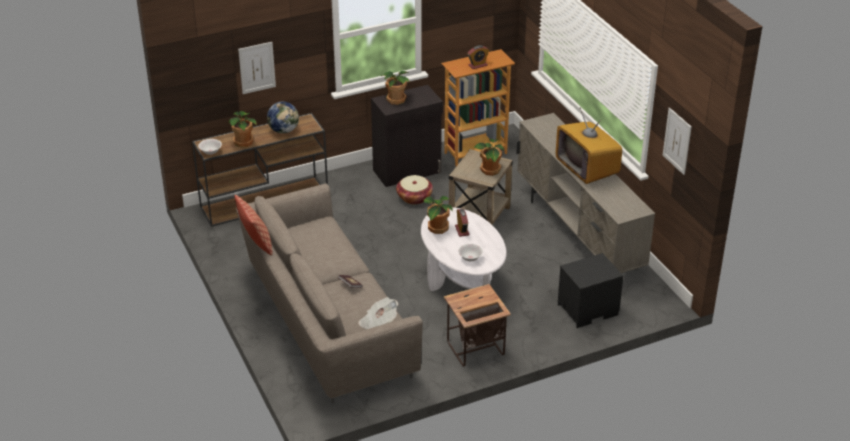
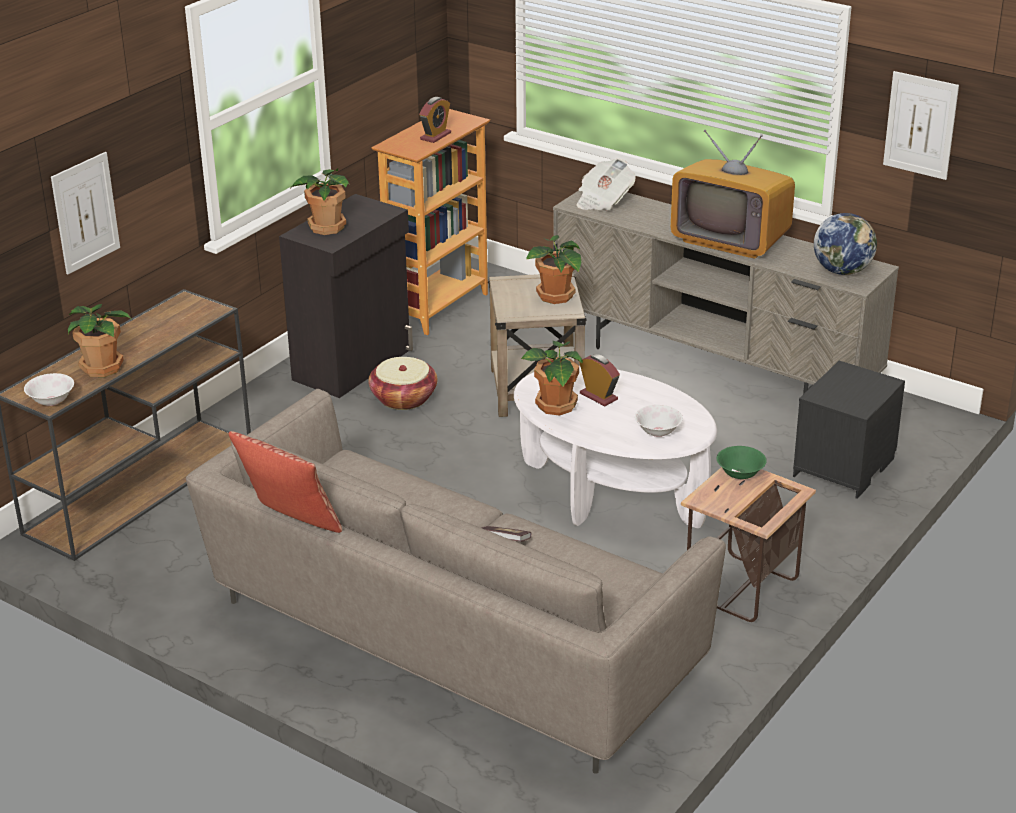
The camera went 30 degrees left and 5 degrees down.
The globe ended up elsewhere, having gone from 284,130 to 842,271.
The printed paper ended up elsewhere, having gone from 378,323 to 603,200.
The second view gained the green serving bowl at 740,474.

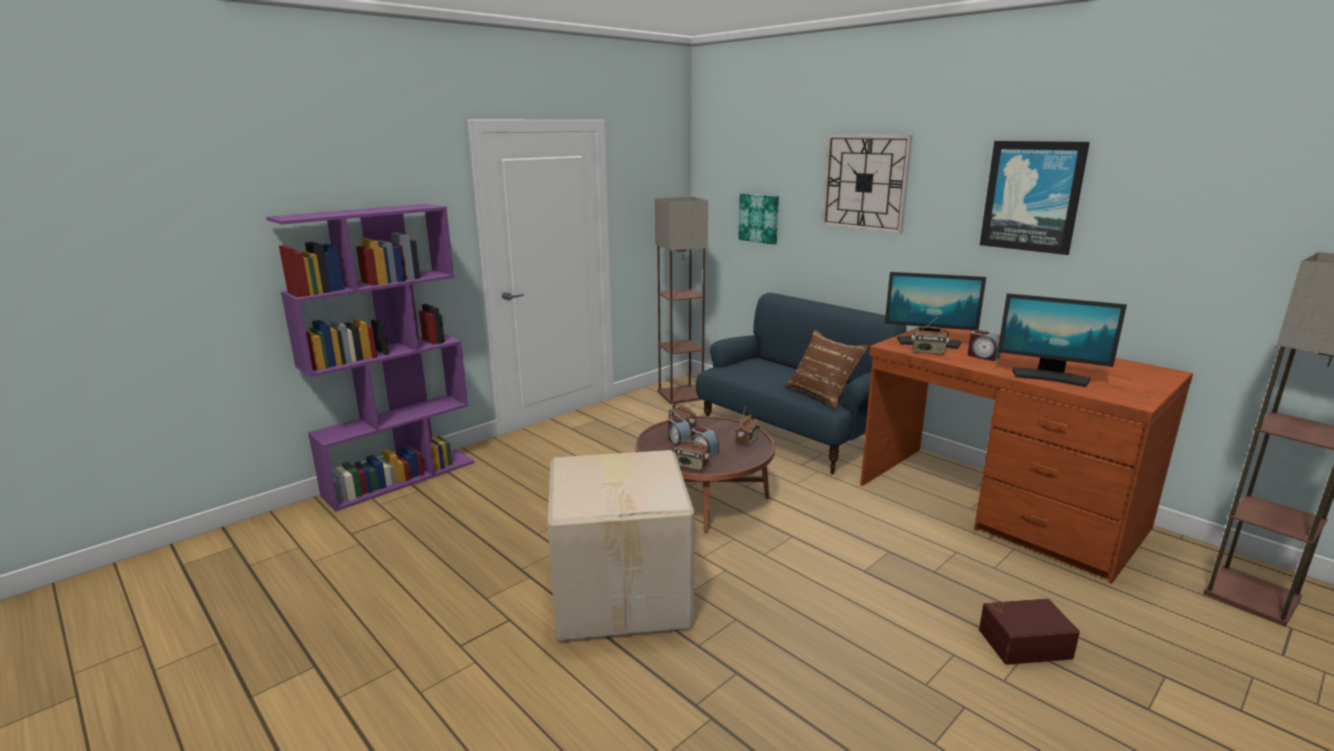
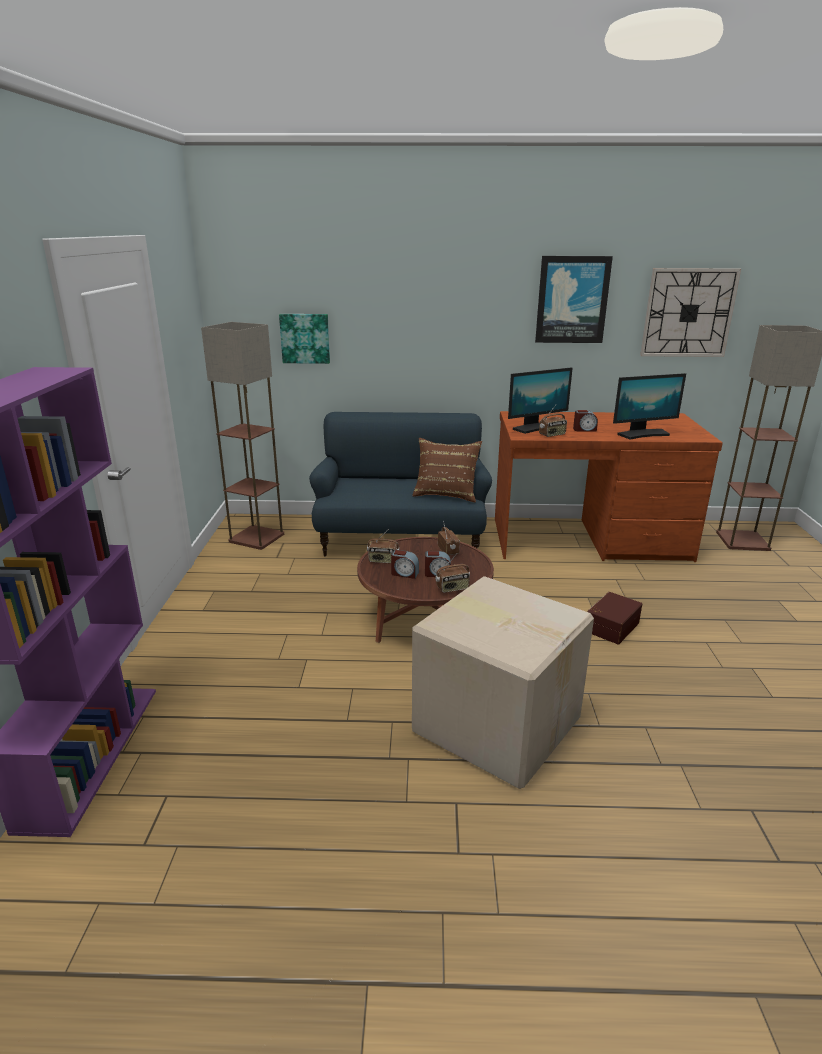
The camera went 45 degrees left and 5 degrees up.
The hanging clock ended up elsewhere, having gone from 865,182 to 688,313.
The brown storage container ended up elsewhere, having gone from 1023,642 to 610,626.

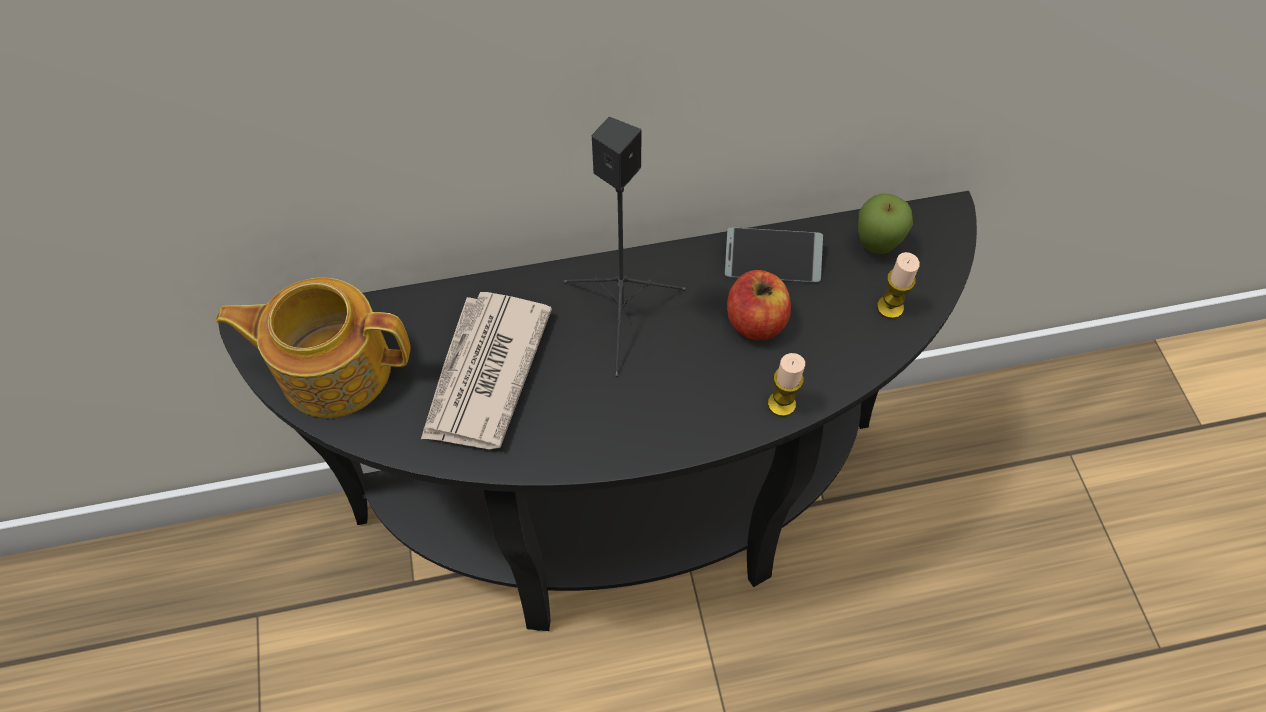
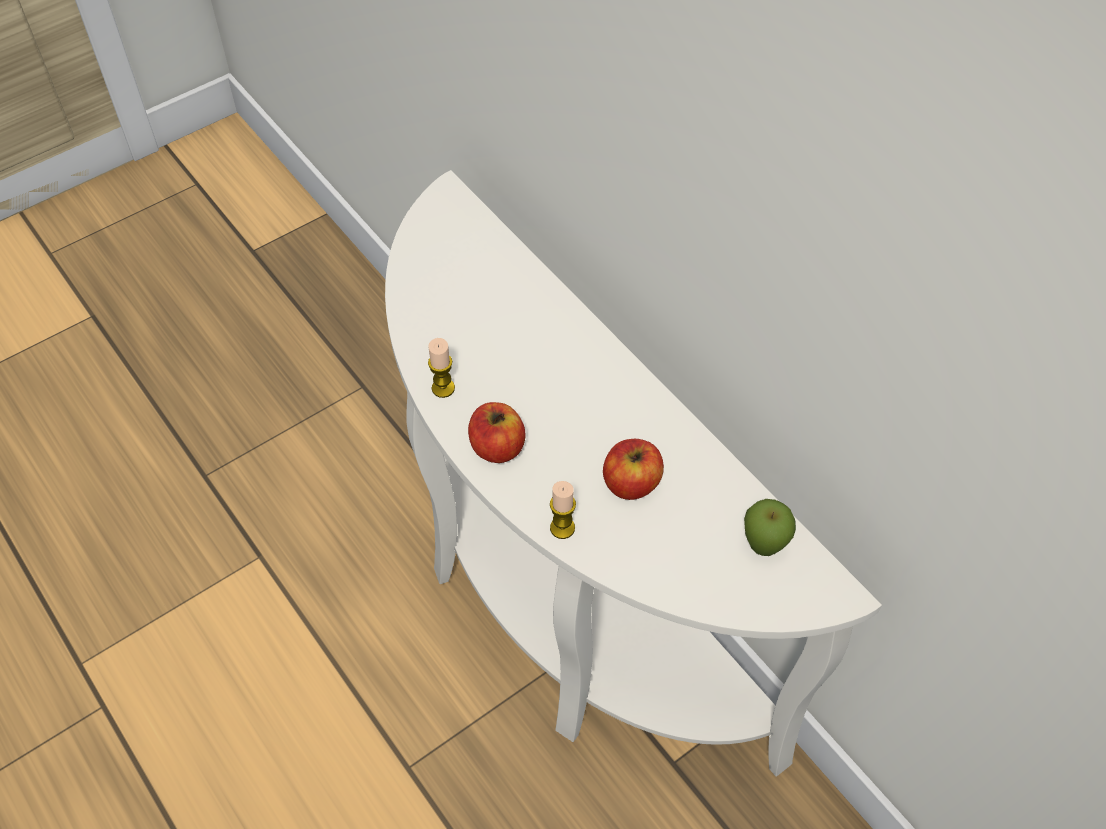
The camera went 65 degrees right and 5 degrees down.
The second view lost the black-coloured audio speaker at 623,313.
What was the black-coloured console table at 630,524 turned into the whitish console table at 563,606.
The second view lost the phone at 772,261.
The wax light ended up elsewhere, having gone from 890,307 to 443,388.
The second view lost the tea pot at 333,367.
The second view lost the printed paper at 484,374.
The second view gained the apple fruit at 497,447.

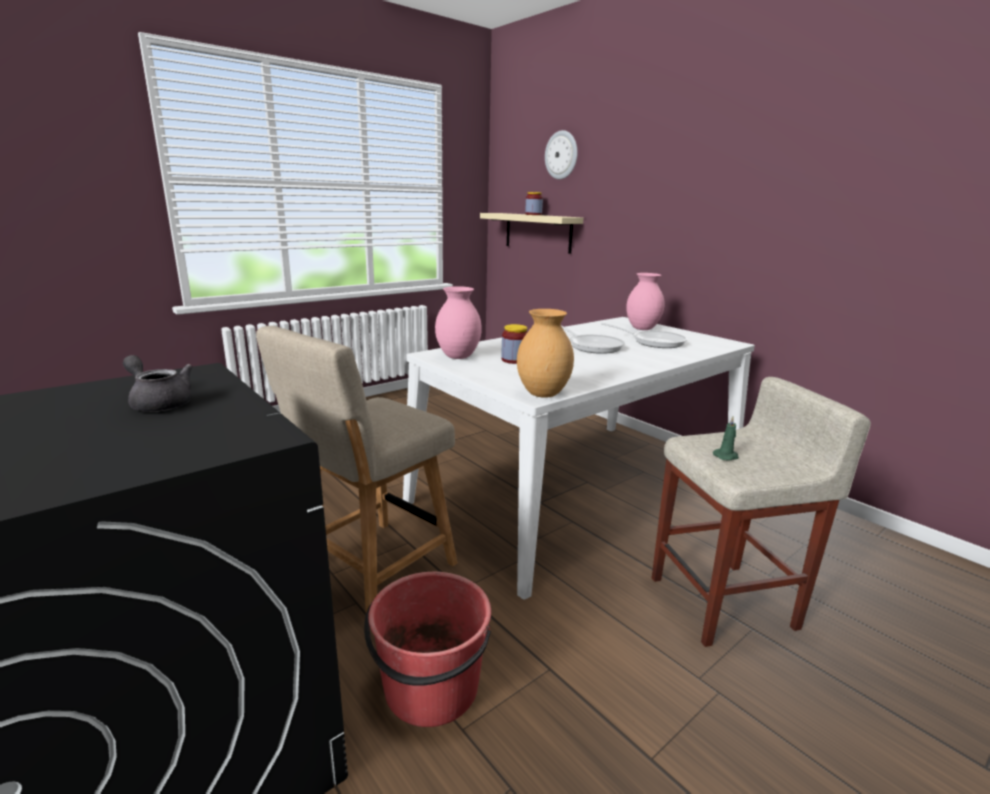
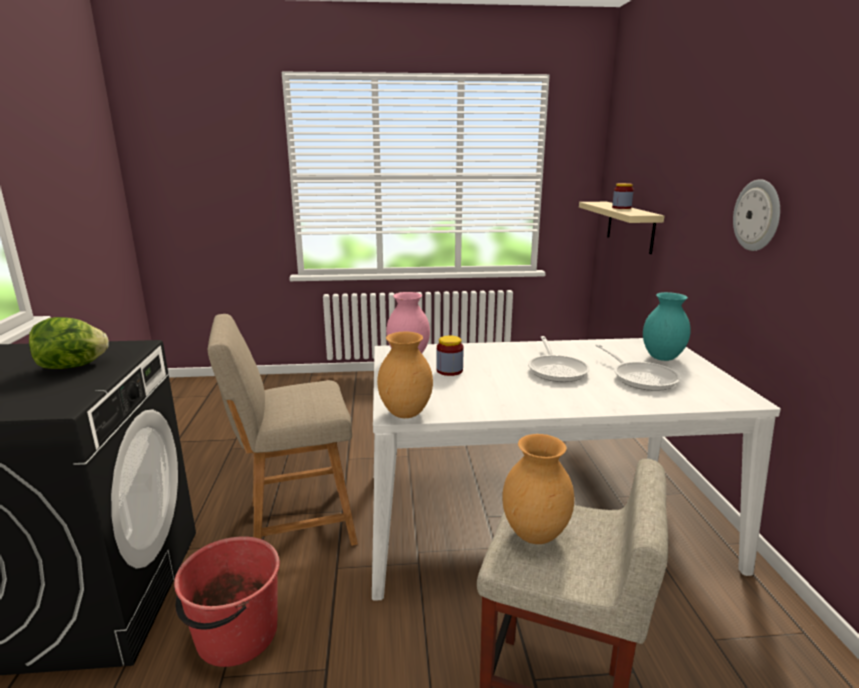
The camera went 35 degrees right and 0 degrees up.
The hanging clock ended up elsewhere, having gone from 561,155 to 757,215.
What was the pink decorative vase at 642,328 turned into the blue-green decorative vase at 662,357.
Where the gray tea pot stood at 159,403, the head of lettuce came to stand at 73,366.
Where the green wax light stood at 726,456, the brown decorative vase came to stand at 535,535.

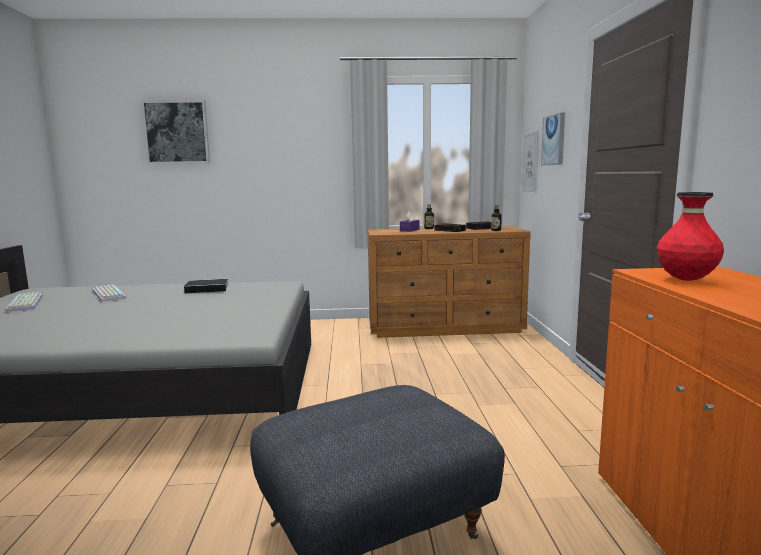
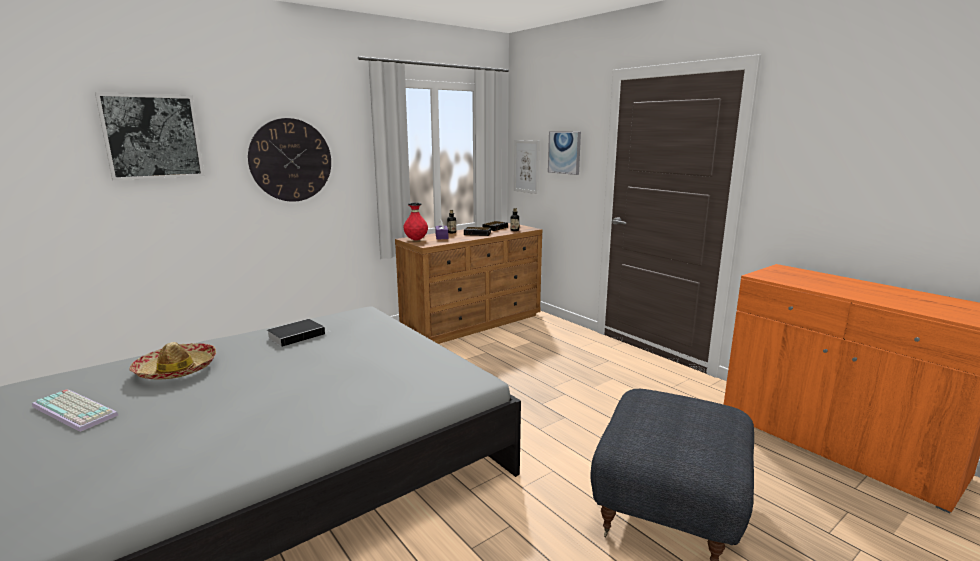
The camera went 35 degrees left and 5 degrees up.
The reddish decorative vase ended up elsewhere, having gone from 686,280 to 416,240.
Where the PC keyboard stood at 107,294, the hat came to stand at 176,369.
The second view gained the hanging clock at 291,160.

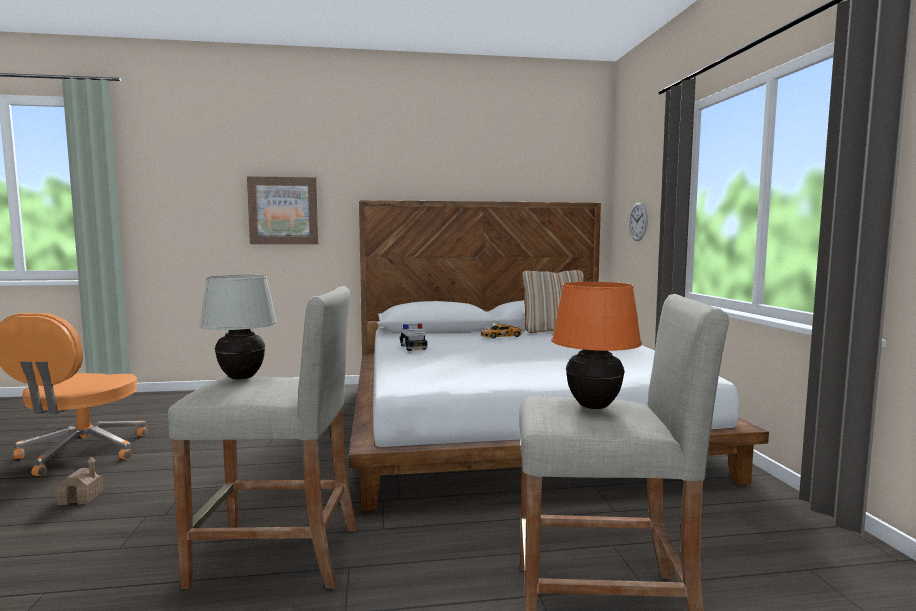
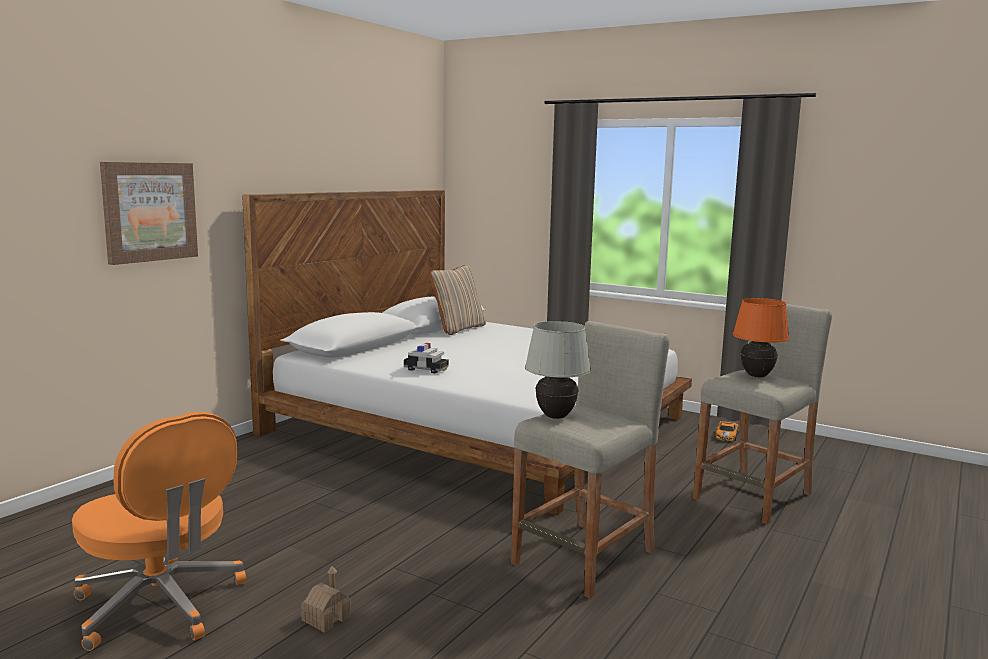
The camera went 50 degrees left and 5 degrees up.
The second view lost the hanging clock at 638,221.
The model car ended up elsewhere, having gone from 502,336 to 726,435.

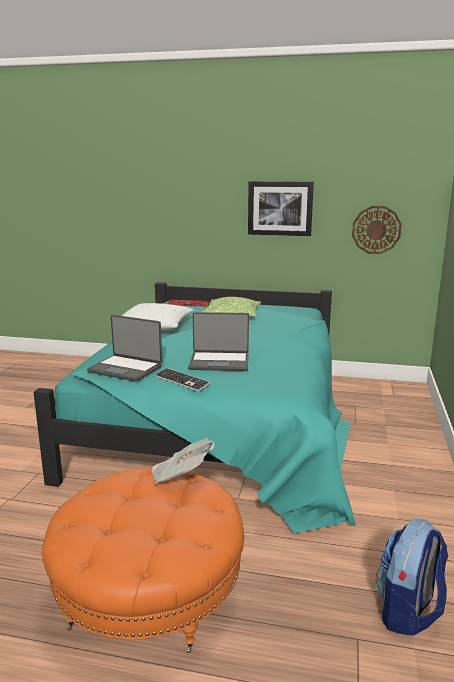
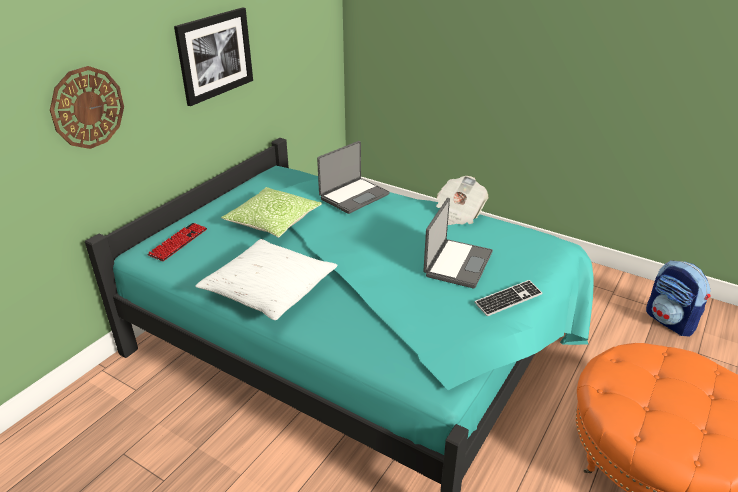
The camera went 70 degrees left and 15 degrees up.
The hanging clock ended up elsewhere, having gone from 376,230 to 87,108.
The notebook computer ended up elsewhere, having gone from 126,369 to 353,196.
The printed paper ended up elsewhere, having gone from 181,475 to 458,214.

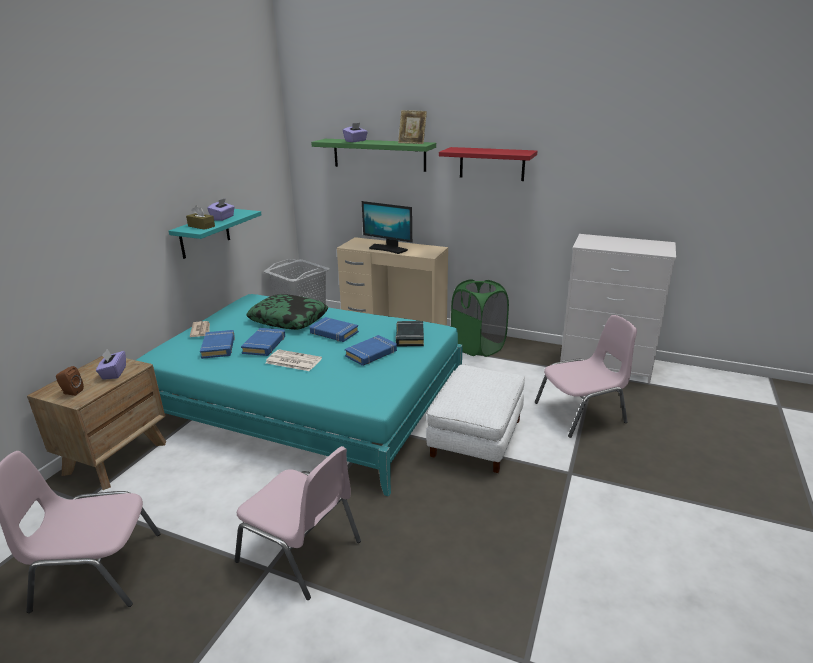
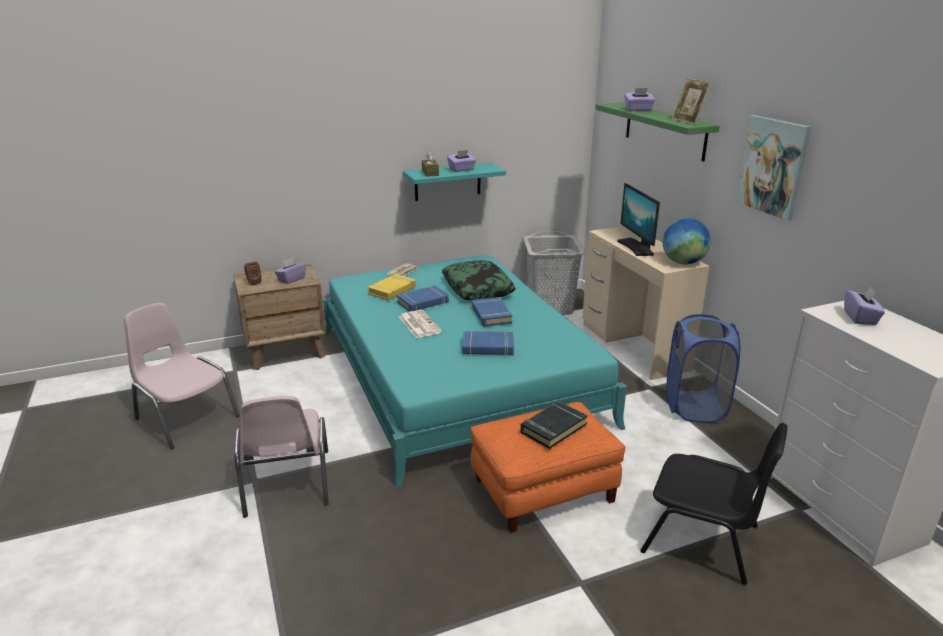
The camera went 45 degrees right and 0 degrees up.
Where the reddish bracket shelf hung at 492,164, the wall art came to hang at 773,166.
What was the green hamper at 478,347 turned into the bluish hamper at 695,407.
What was the pink upright chair at 581,413 turned into the black-coloured upright chair at 702,539.
The black-coloured bound book ended up elsewhere, having gone from 409,337 to 553,428.
What was the bluish bound book at 218,347 turned into the yellow-coloured bound book at 392,290.
What was the whitish footrest at 475,437 turned into the orange-coloured footrest at 543,489.
The second view gained the globe at 683,263.
The second view gained the purple box of tissues at 860,318.

